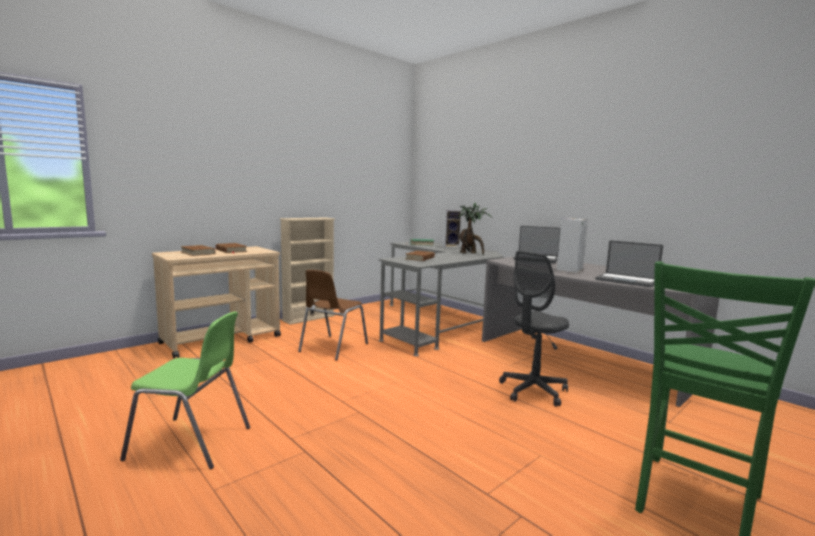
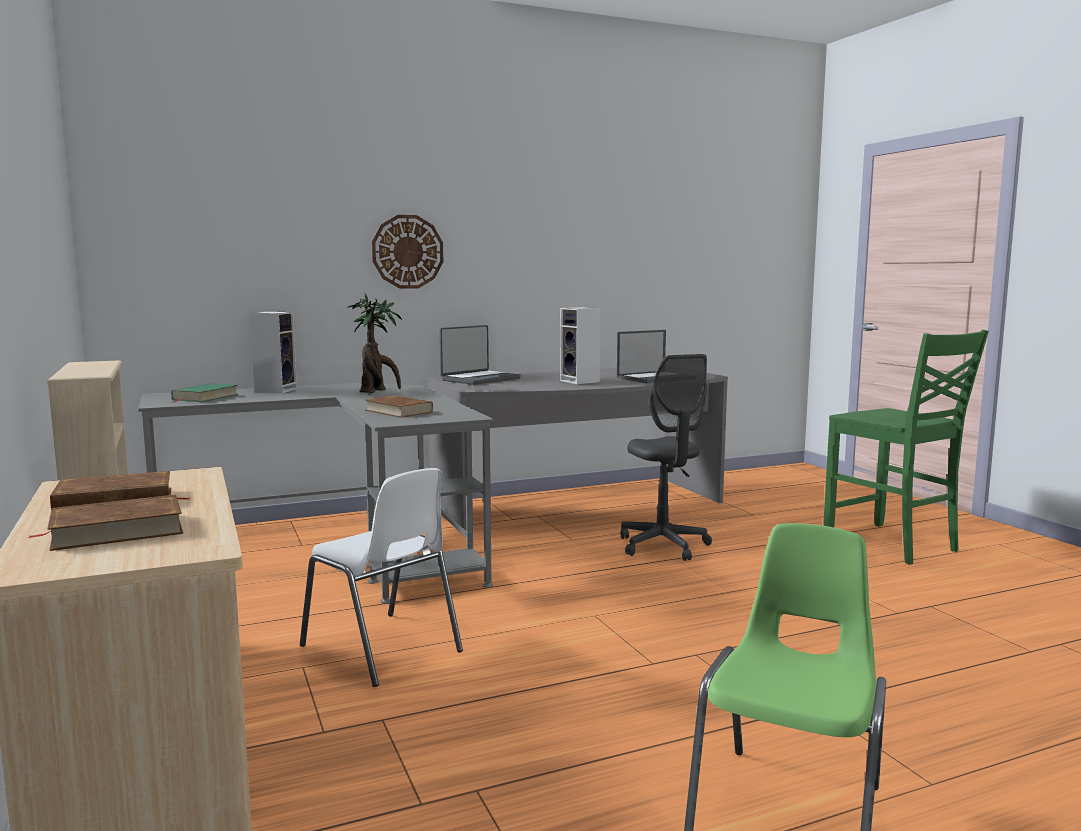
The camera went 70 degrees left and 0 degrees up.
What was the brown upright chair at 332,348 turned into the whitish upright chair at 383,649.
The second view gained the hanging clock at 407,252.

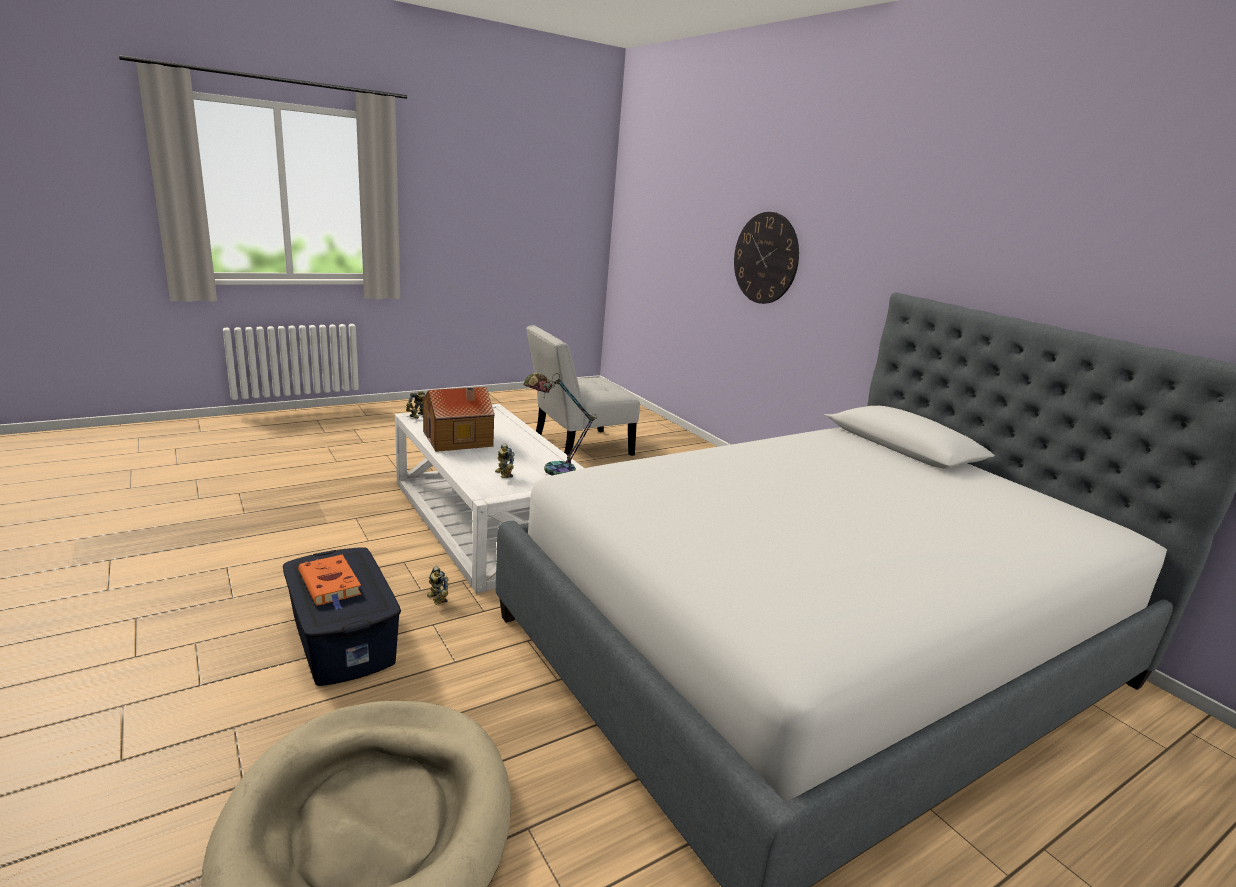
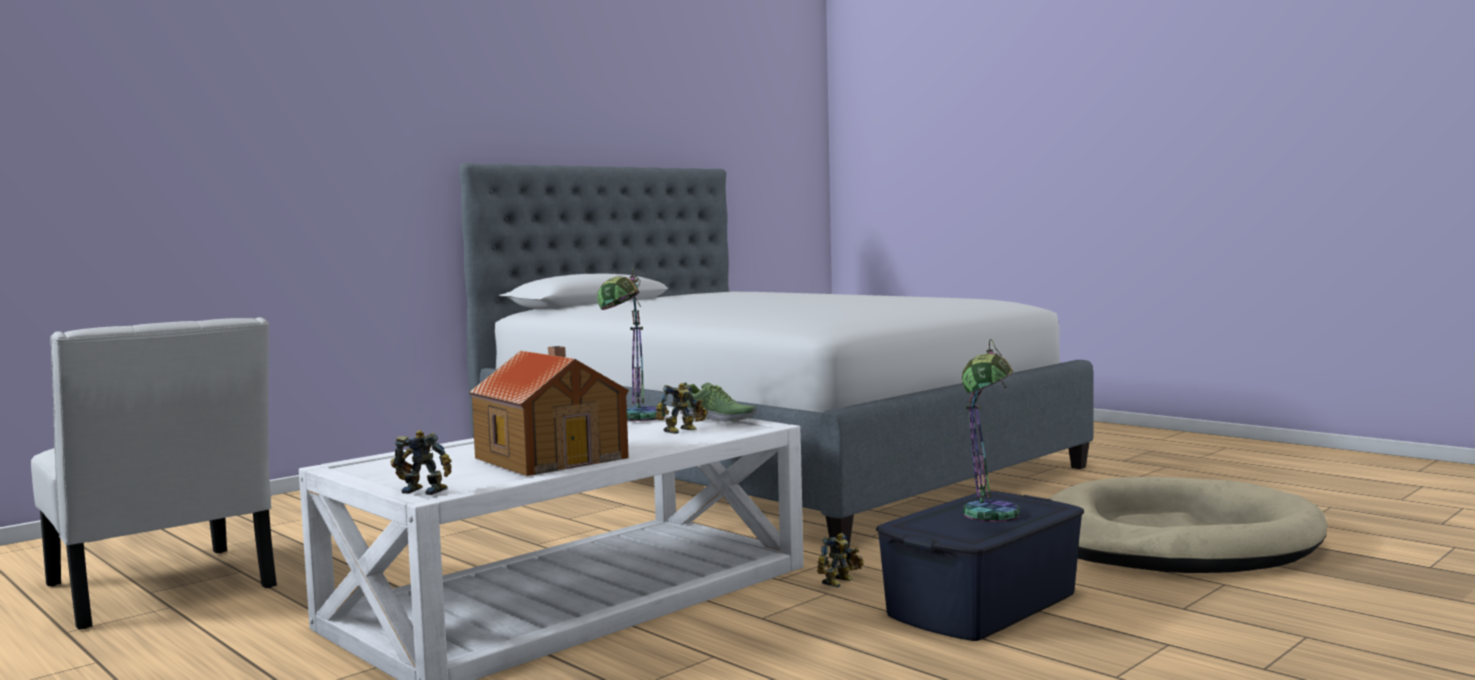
The camera went 100 degrees left and 15 degrees down.
The second view lost the hanging clock at 765,258.
Where the orange-coloured bound book stood at 331,585, the table lamp came to stand at 988,519.
The second view gained the item of footwear at 718,419.

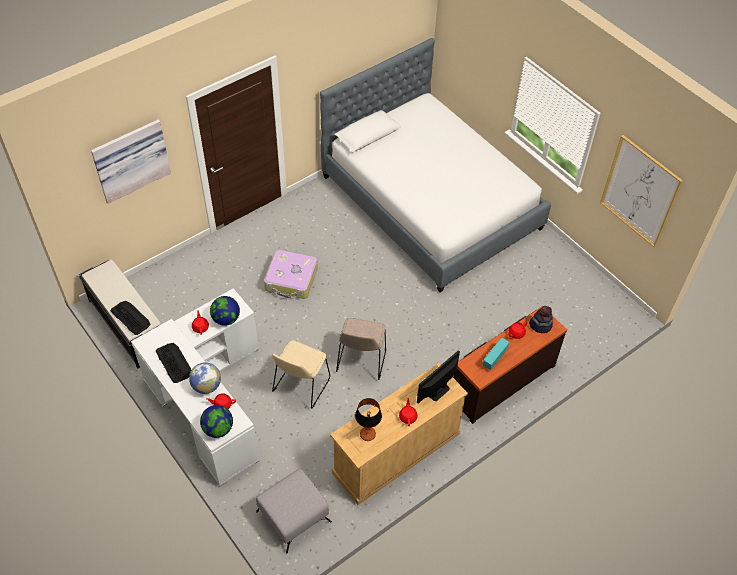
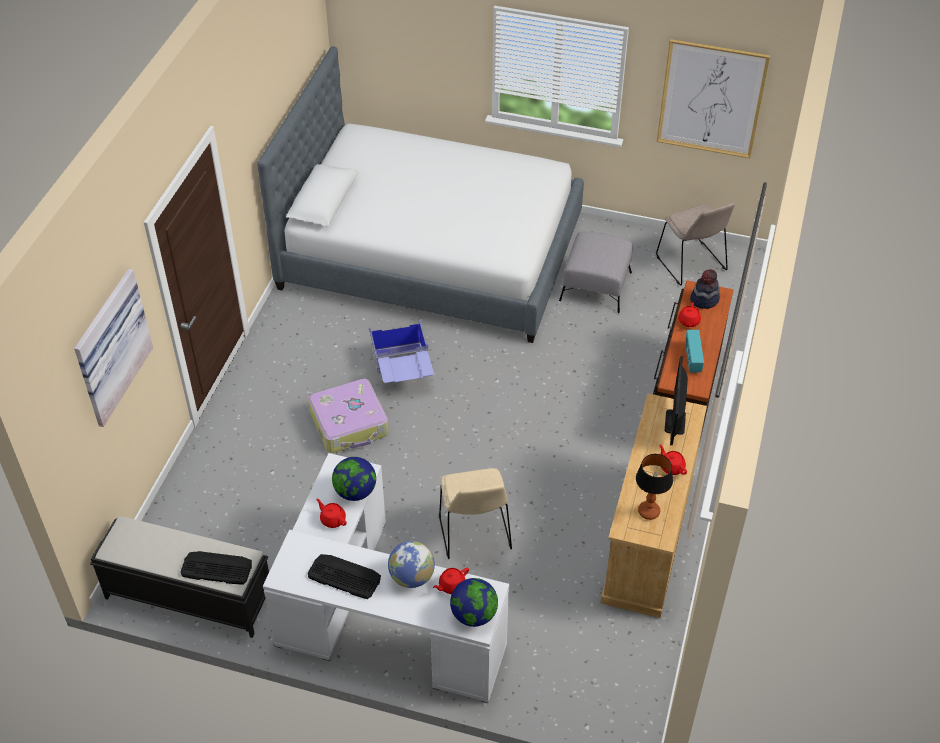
The camera went 35 degrees left and 5 degrees down.
The beige upright chair ended up elsewhere, having gone from 361,361 to 692,265.
The gray footrest ended up elsewhere, having gone from 294,516 to 596,286.
The second view gained the bluish storage container at 402,372.

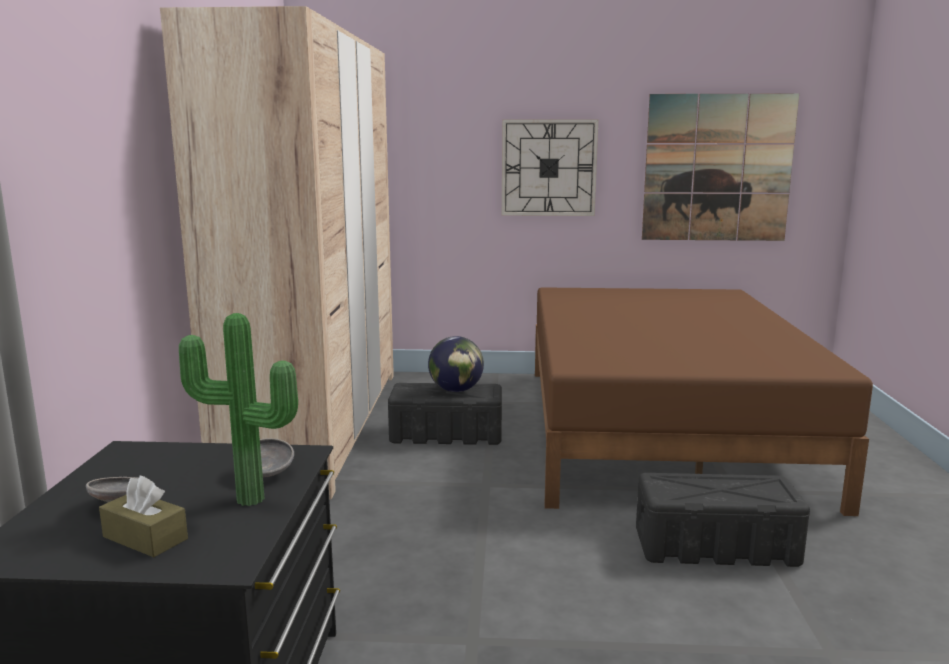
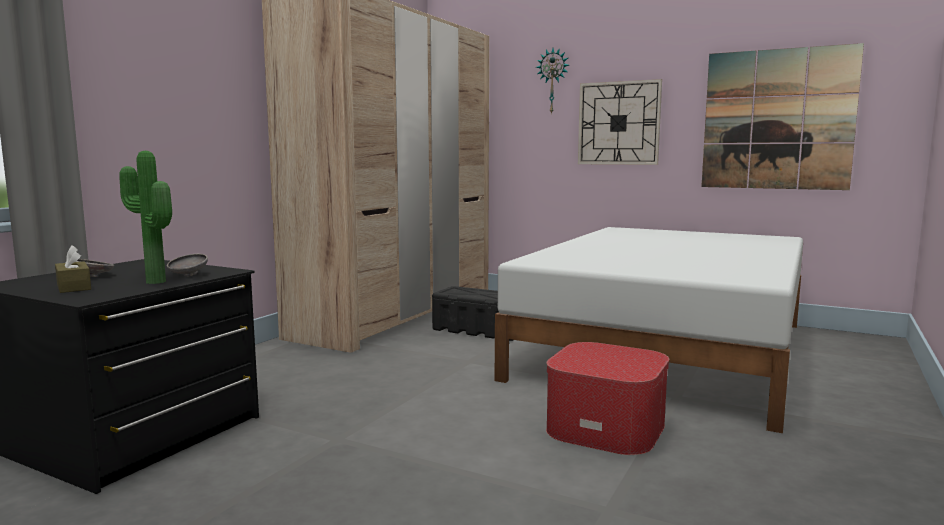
The camera went 25 degrees right and 5 degrees down.
What was the brown bedroom bed at 661,429 turned into the whitish bedroom bed at 667,350.
The second view lost the globe at 456,390.
Where the black-coloured storage container stood at 717,546, the footrest came to stand at 606,427.
The second view gained the hanging clock at 553,81.

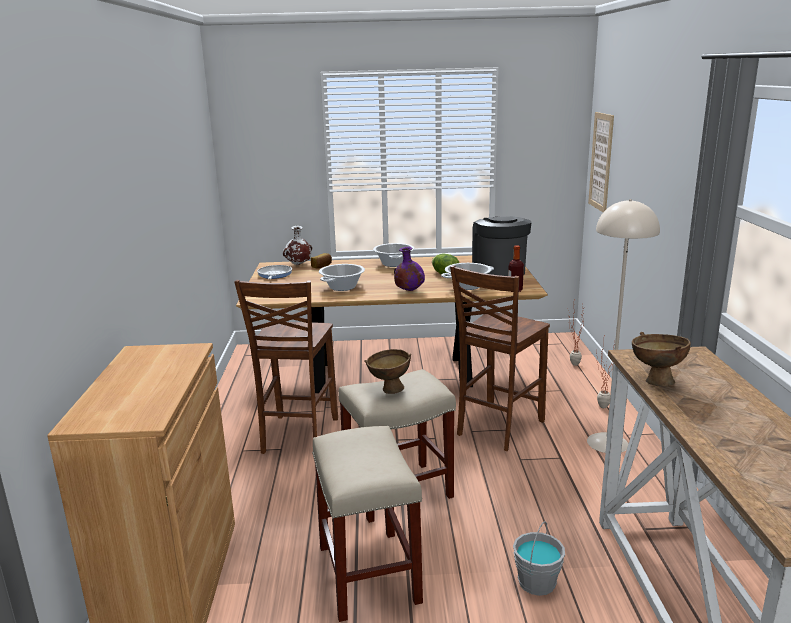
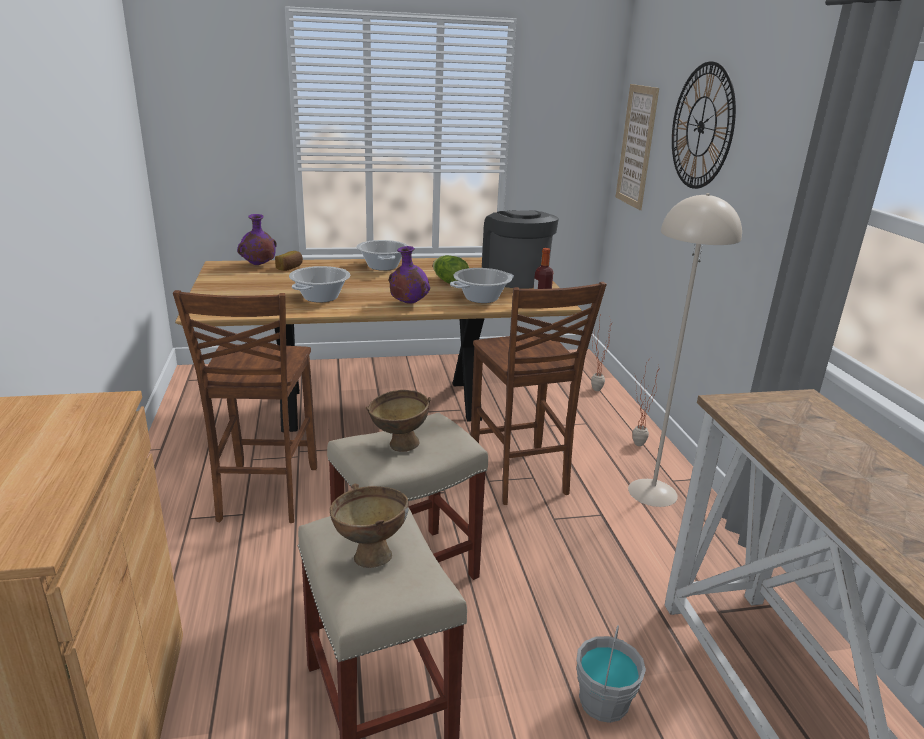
The camera went 10 degrees left and 5 degrees up.
What was the whitish decorative vase at 298,265 turned into the purple decorative vase at 258,265.
The second view lost the skillet at 274,275.
The brown upright chair at 497,428 ended up facing another way, 45 degrees counterclockwise from before.
The brown serving bowl ended up elsewhere, having gone from 655,380 to 369,552.
The second view gained the hanging clock at 701,126.

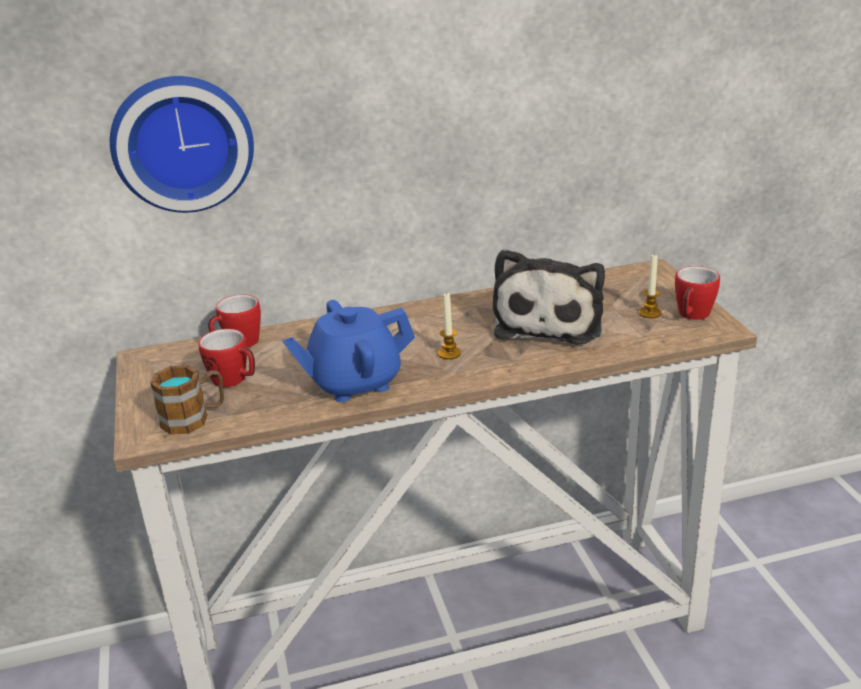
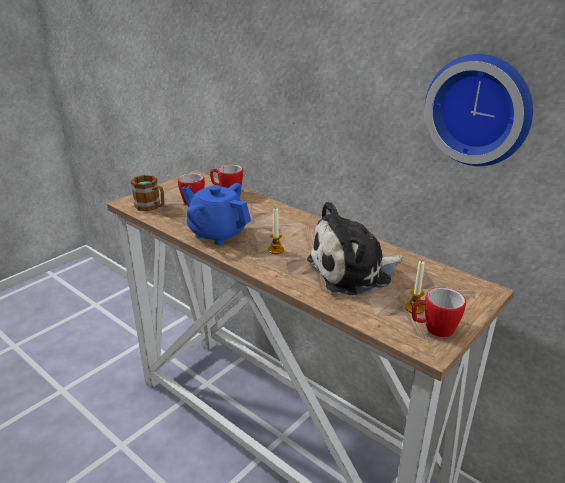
The camera went 55 degrees right and 0 degrees up.
The hanging clock ended up elsewhere, having gone from 182,142 to 479,109.

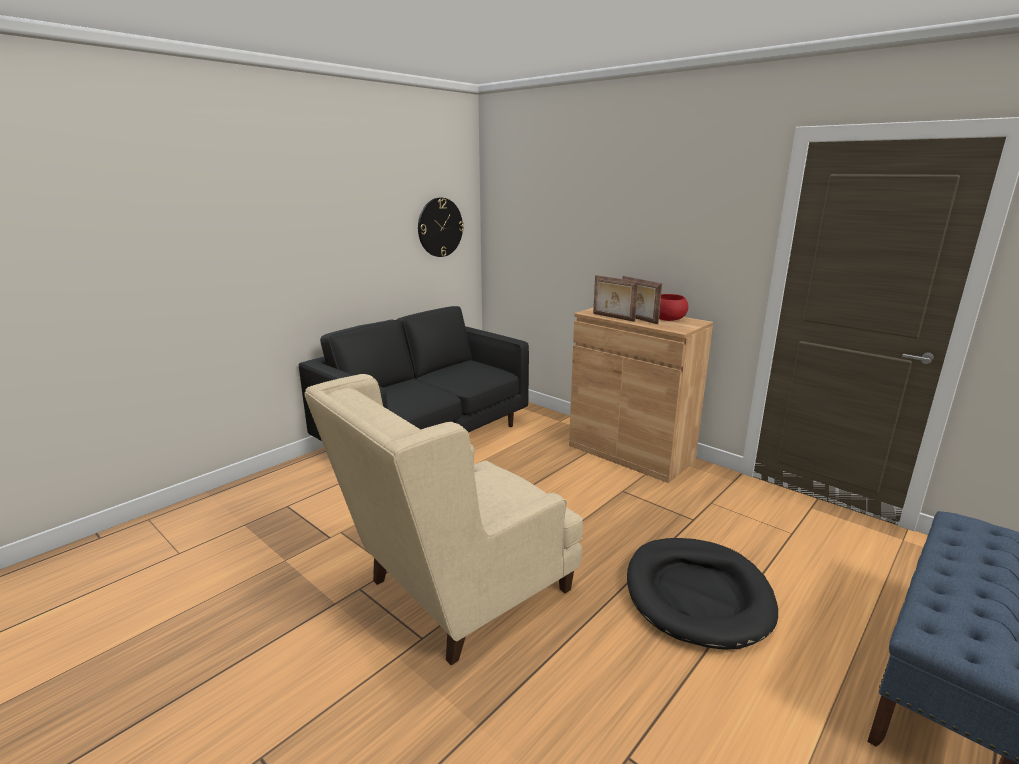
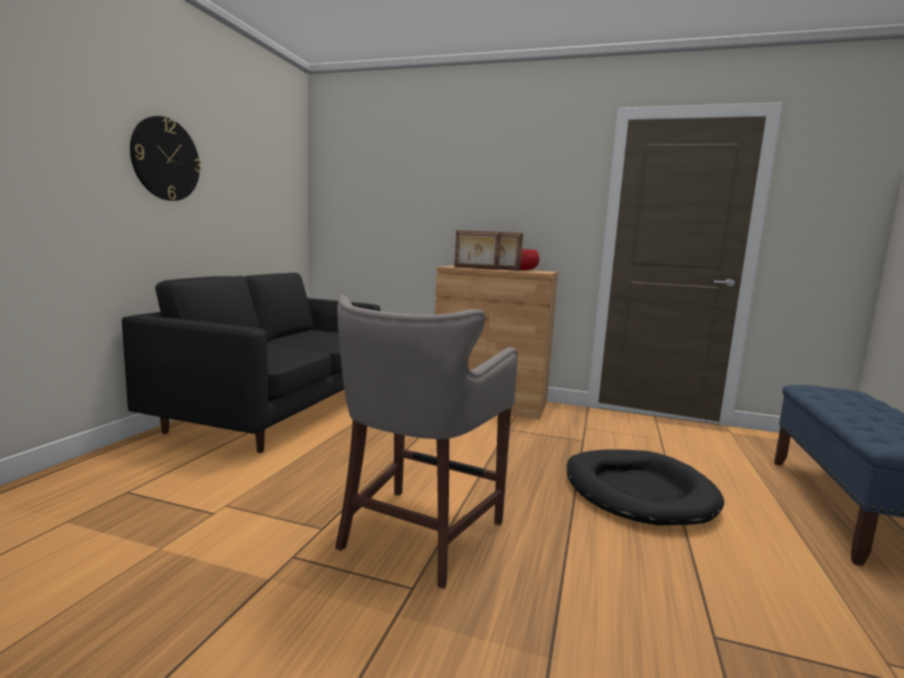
The camera went 25 degrees left and 10 degrees down.
The hanging clock ended up elsewhere, having gone from 440,227 to 165,159.
Where the beige easy chair stood at 456,593, the gray stool seat came to stand at 417,536.

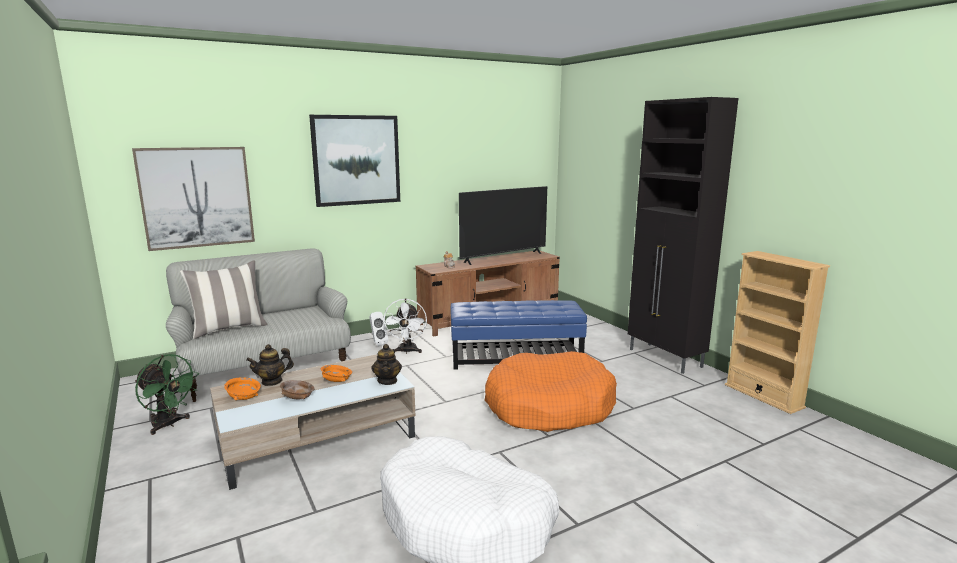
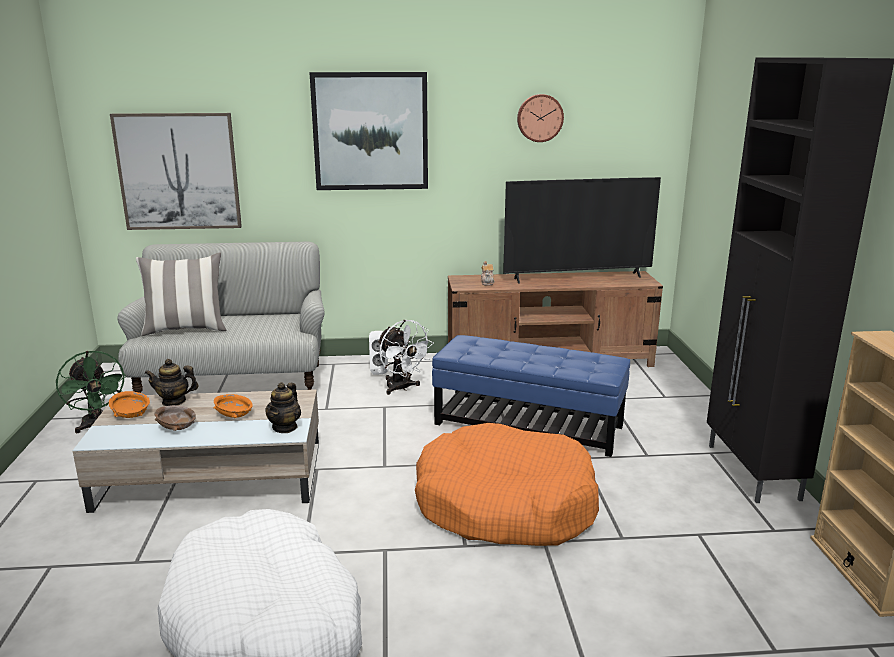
The camera went 25 degrees right and 5 degrees up.
The whitish cooling fan at 407,351 ended up facing another way, 60 degrees counterclockwise from before.
The second view gained the hanging clock at 539,118.

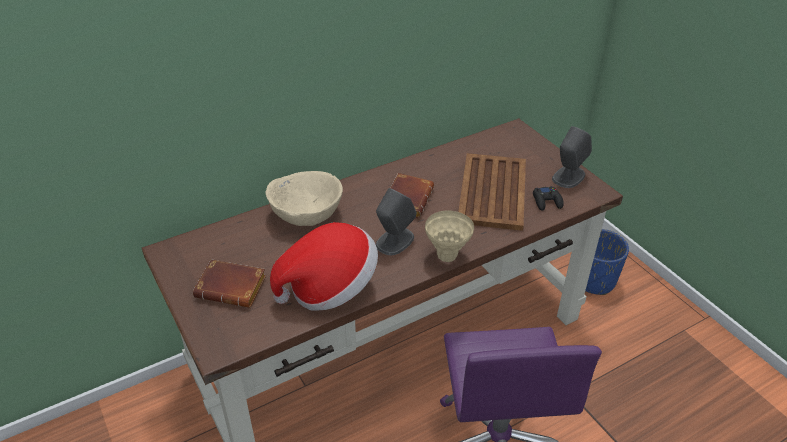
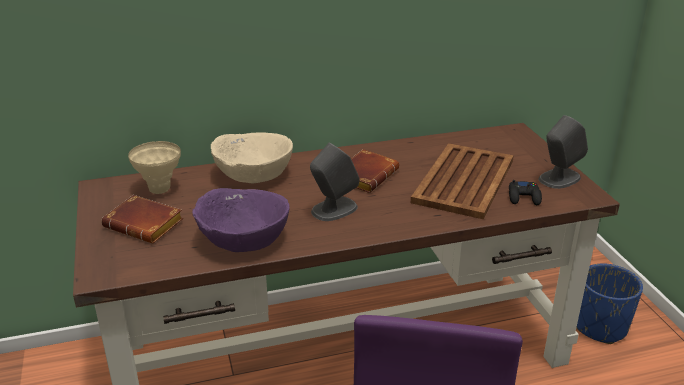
The camera went 15 degrees right and 10 degrees down.
The beige decorative vase ended up elsewhere, having gone from 447,256 to 160,189.
Where the hat stood at 329,287, the purple serving bowl came to stand at 244,239.

